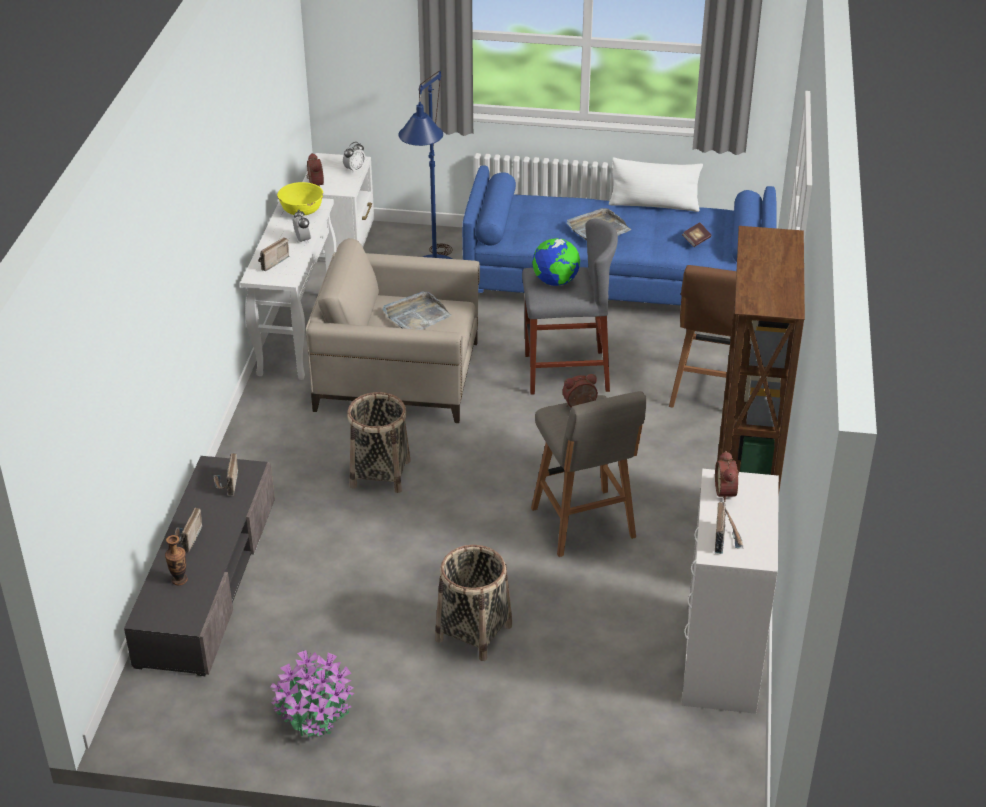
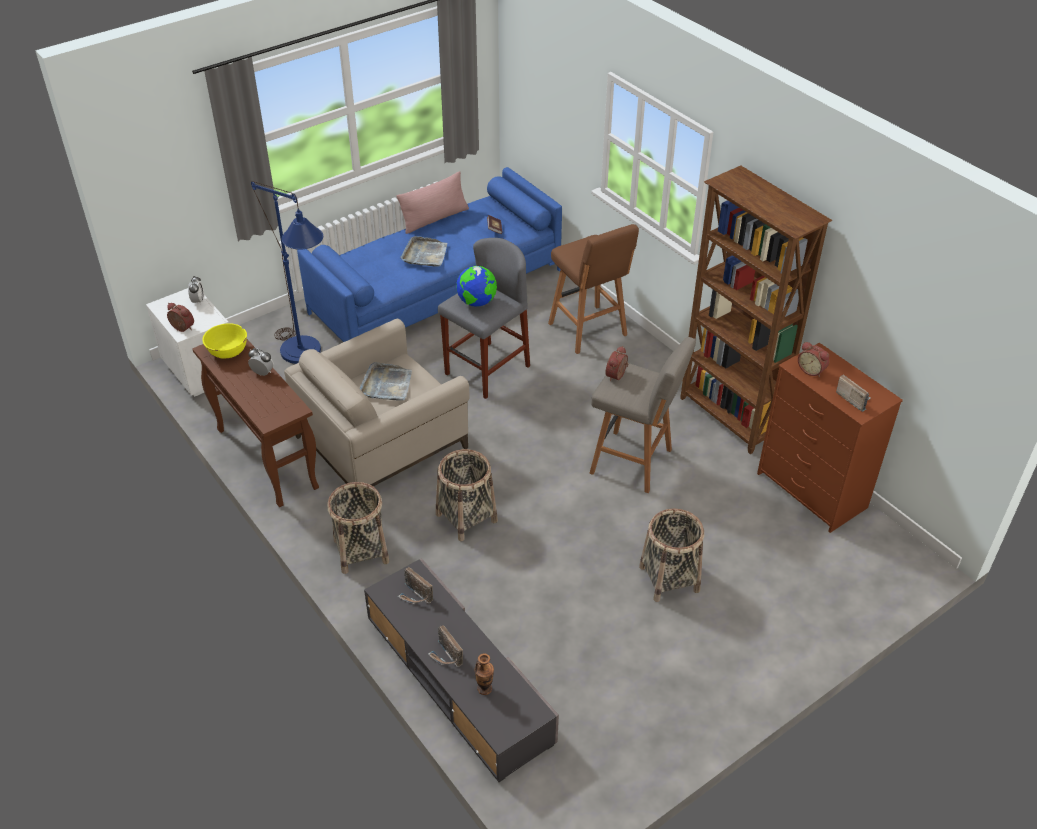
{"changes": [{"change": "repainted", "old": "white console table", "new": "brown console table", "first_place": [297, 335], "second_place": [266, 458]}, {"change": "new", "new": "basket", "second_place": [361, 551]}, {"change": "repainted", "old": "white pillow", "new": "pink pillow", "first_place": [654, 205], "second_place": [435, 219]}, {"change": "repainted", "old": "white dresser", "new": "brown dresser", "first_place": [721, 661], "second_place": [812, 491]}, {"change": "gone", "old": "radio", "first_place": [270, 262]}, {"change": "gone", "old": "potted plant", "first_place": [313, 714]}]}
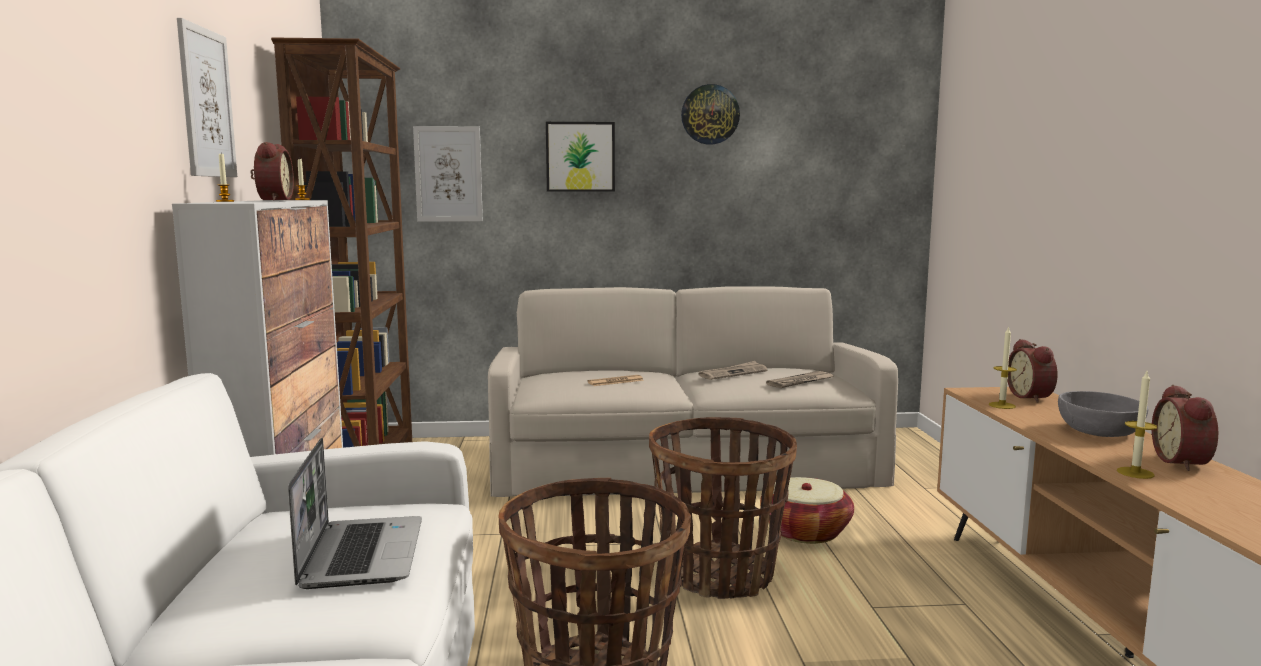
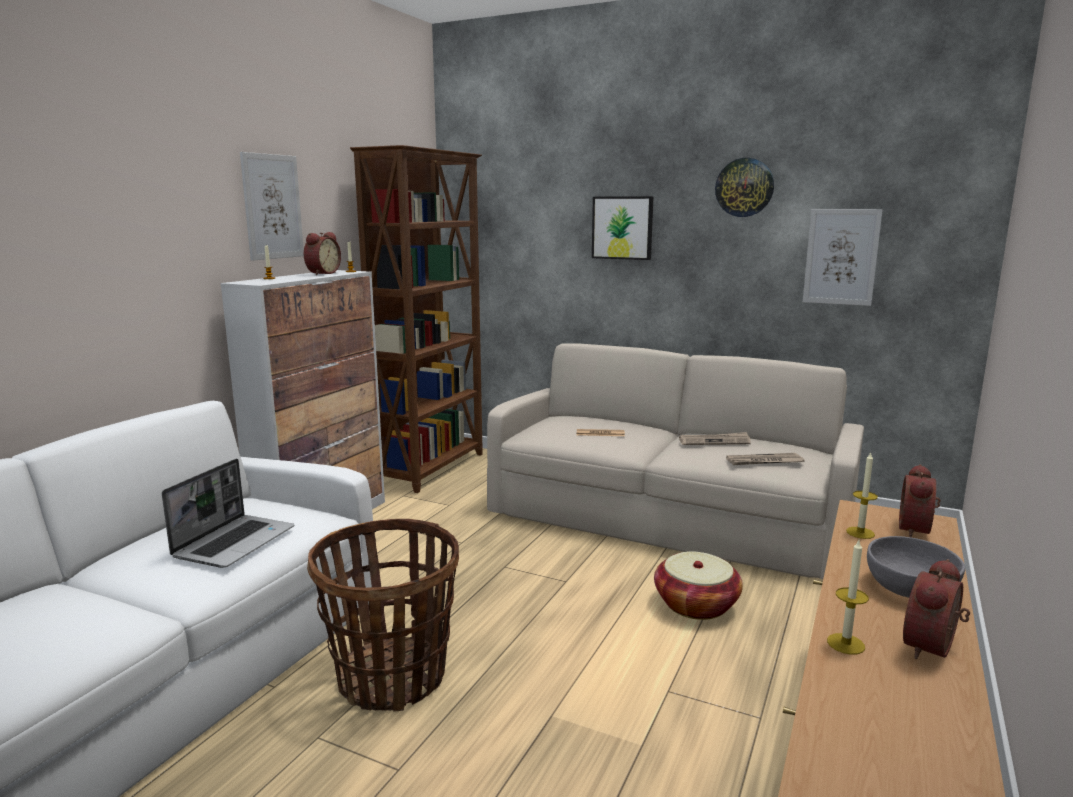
{"changes": [{"change": "shifted", "old": "picture", "first_place": [448, 174], "second_place": [841, 257]}, {"change": "gone", "old": "basket", "first_place": [719, 574]}]}
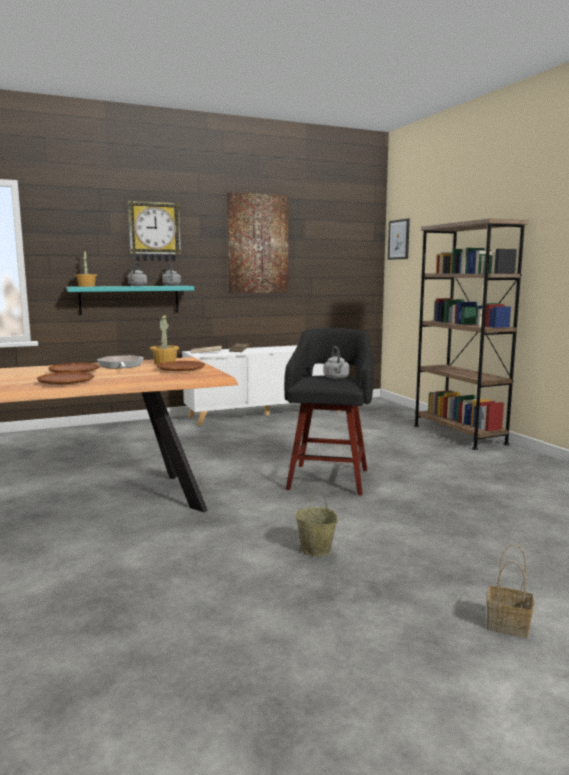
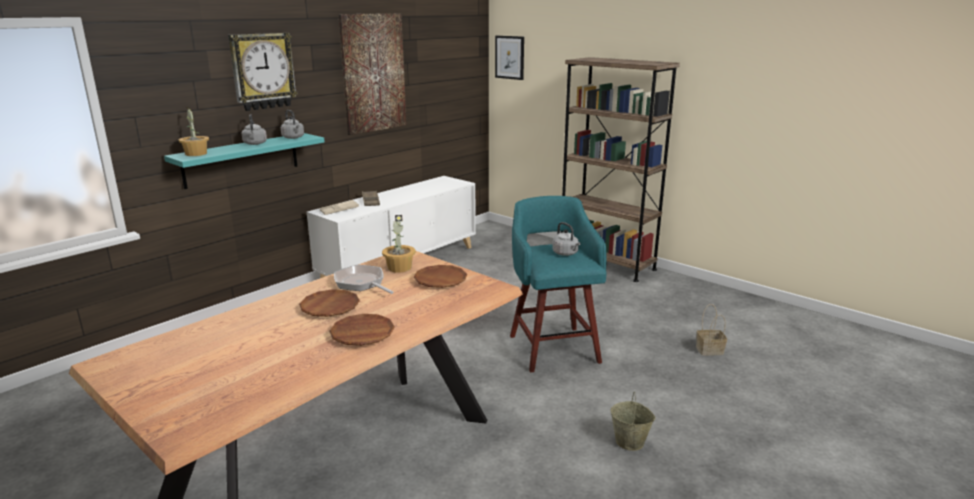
{"changes": [{"change": "repainted", "old": "black stool", "new": "turquoise stool", "first_place": [329, 478], "second_place": [553, 347]}, {"change": "shifted", "old": "basket", "first_place": [509, 625], "second_place": [710, 350]}]}
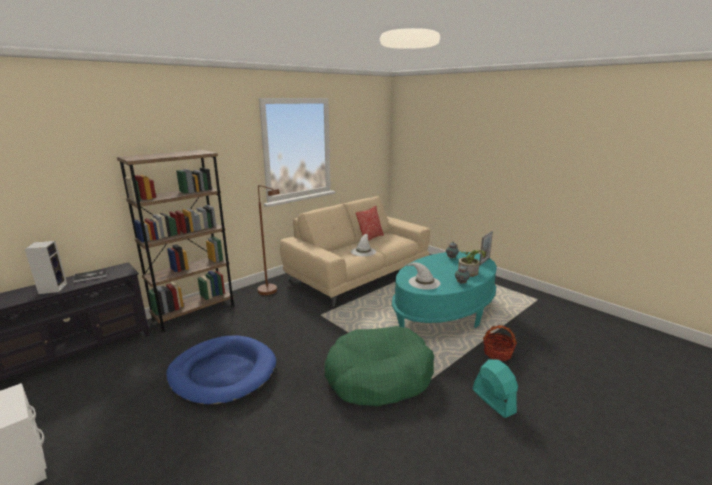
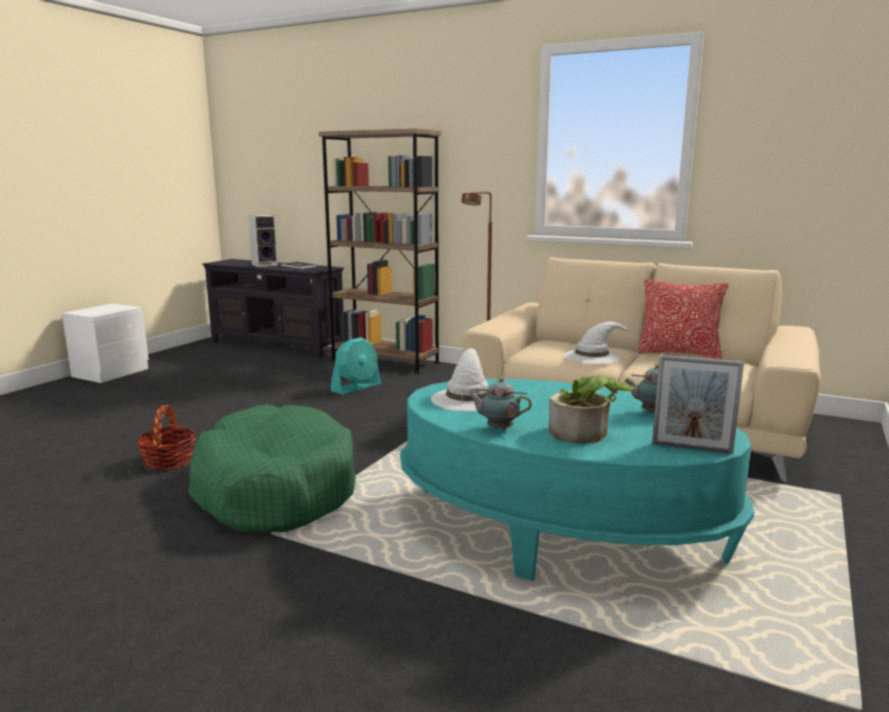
{"changes": [{"change": "shifted", "old": "basket", "first_place": [497, 353], "second_place": [169, 461]}, {"change": "shifted", "old": "turquoise fan", "first_place": [493, 400], "second_place": [356, 387]}, {"change": "gone", "old": "blue dog bed", "first_place": [223, 373]}]}
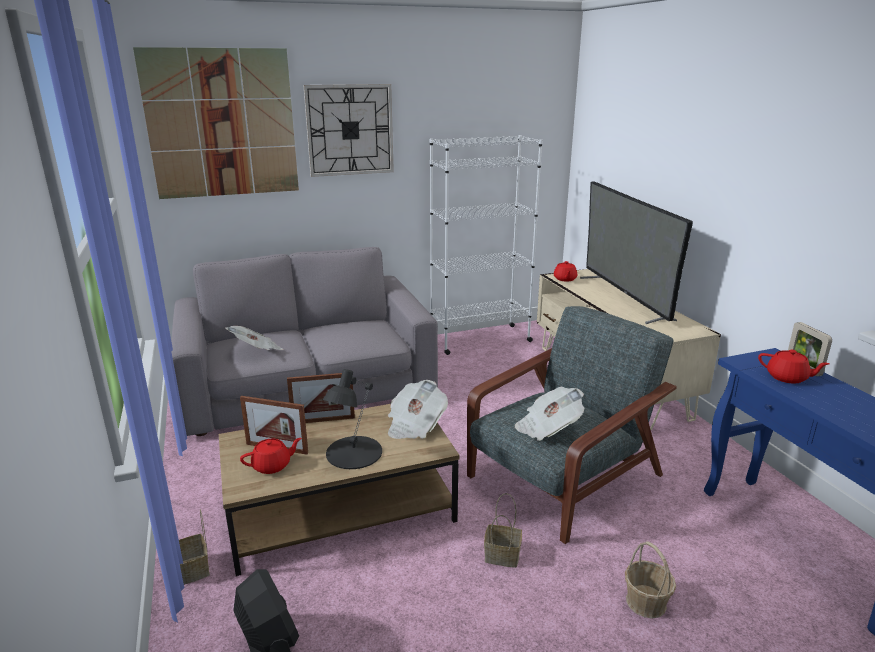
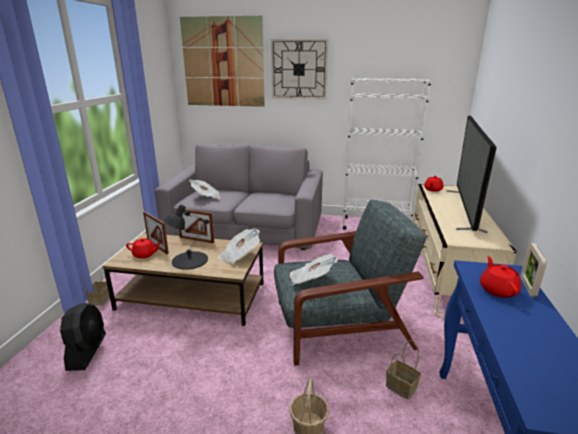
{"changes": [{"change": "shifted", "old": "basket", "first_place": [500, 556], "second_place": [400, 387]}, {"change": "rotated", "old": "red teapot", "first_place": [787, 378], "second_place": [498, 290], "degrees": -150}]}
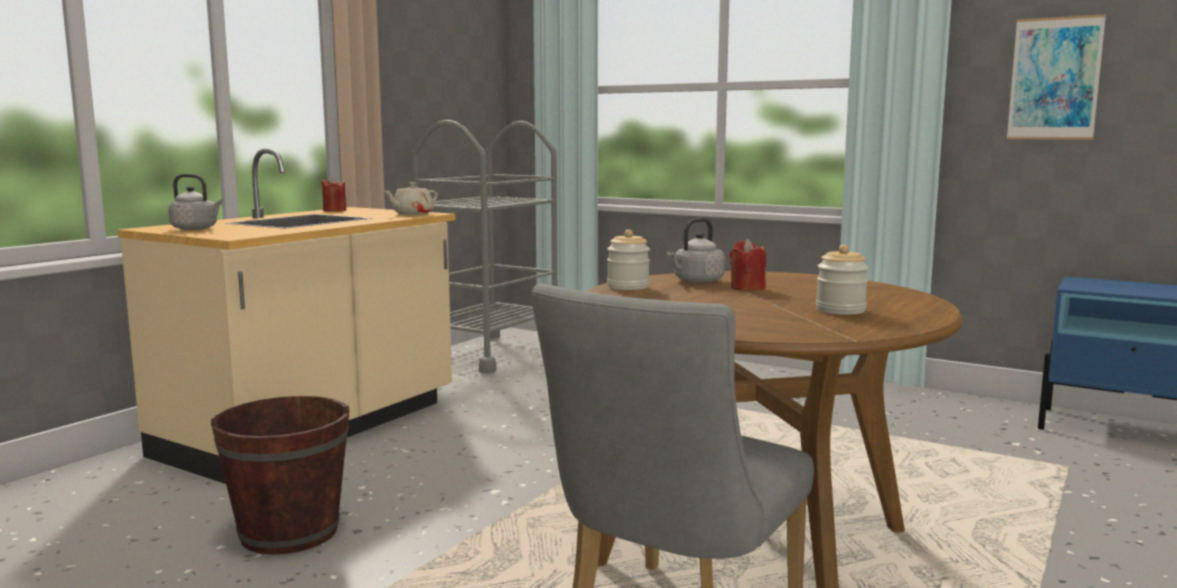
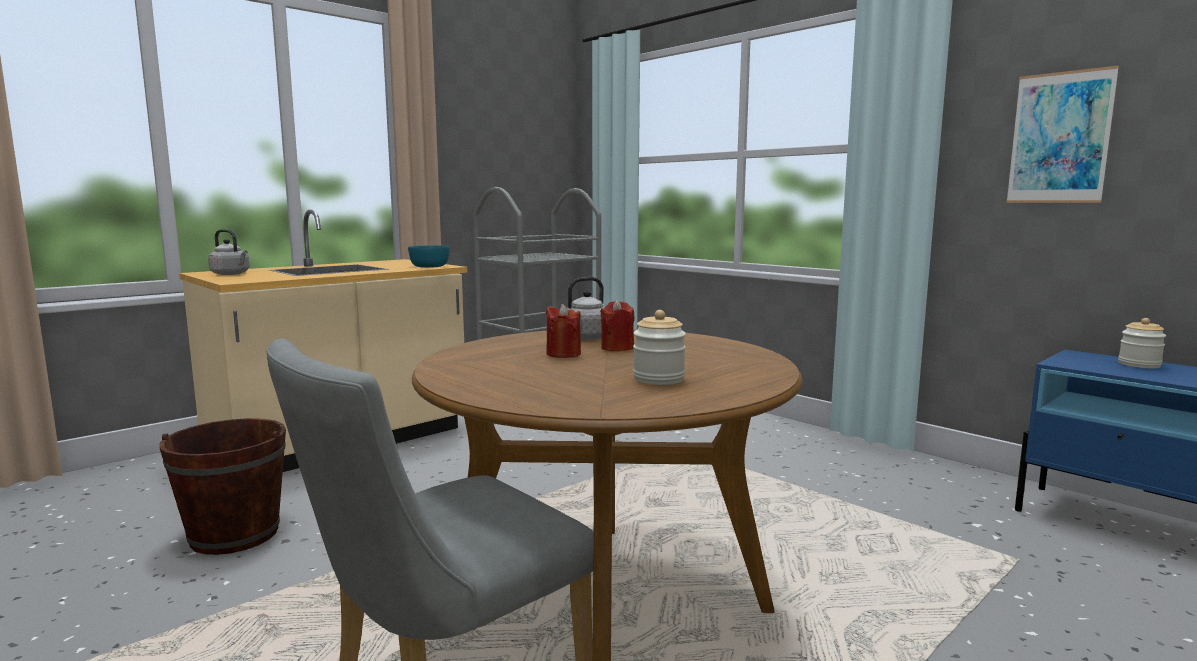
{"changes": [{"change": "swapped", "old": "beige teapot", "new": "turquoise bowl", "first_place": [412, 214], "second_place": [429, 266]}, {"change": "shifted", "old": "red candle", "first_place": [334, 210], "second_place": [563, 354]}, {"change": "shifted", "old": "jar", "first_place": [628, 286], "second_place": [1139, 365]}]}
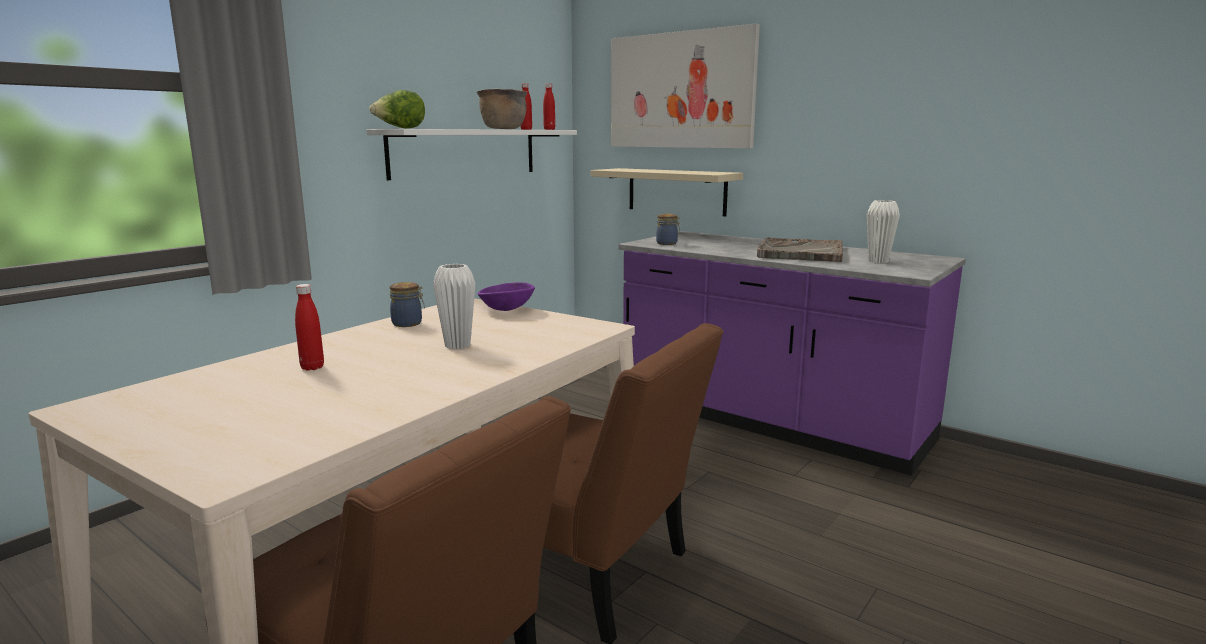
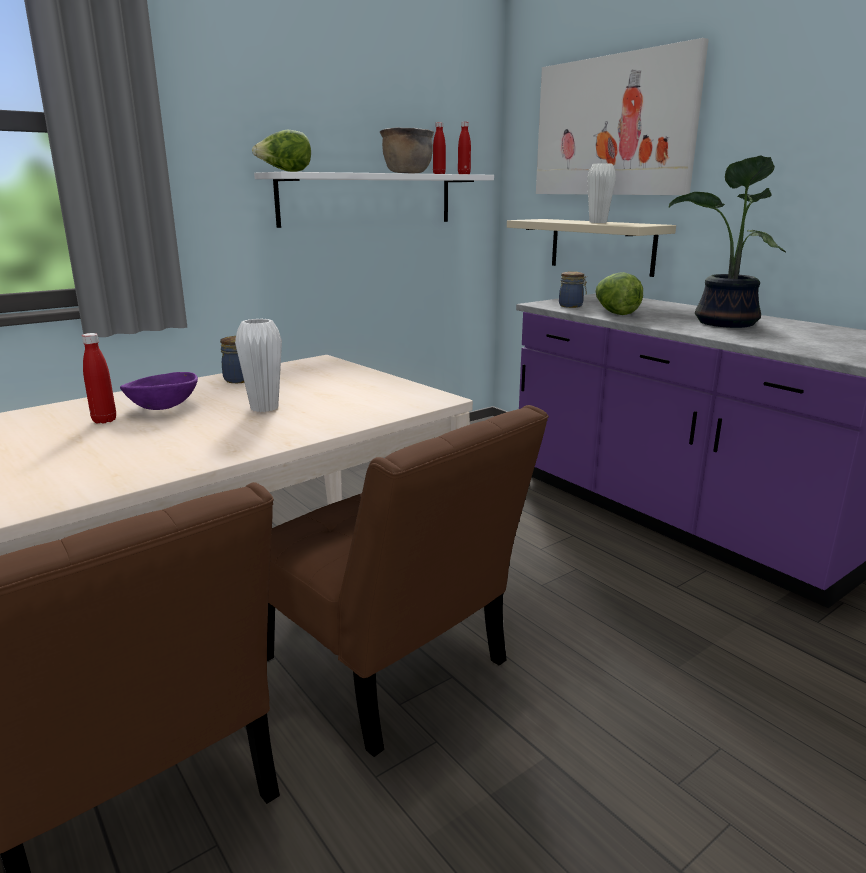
{"changes": [{"change": "shifted", "old": "purple bowl", "first_place": [506, 310], "second_place": [163, 408]}, {"change": "shifted", "old": "white vase", "first_place": [878, 261], "second_place": [598, 222]}, {"change": "new", "new": "lettuce", "second_place": [615, 313]}, {"change": "swapped", "old": "grey tray", "new": "potted plant", "first_place": [800, 252], "second_place": [723, 323]}]}
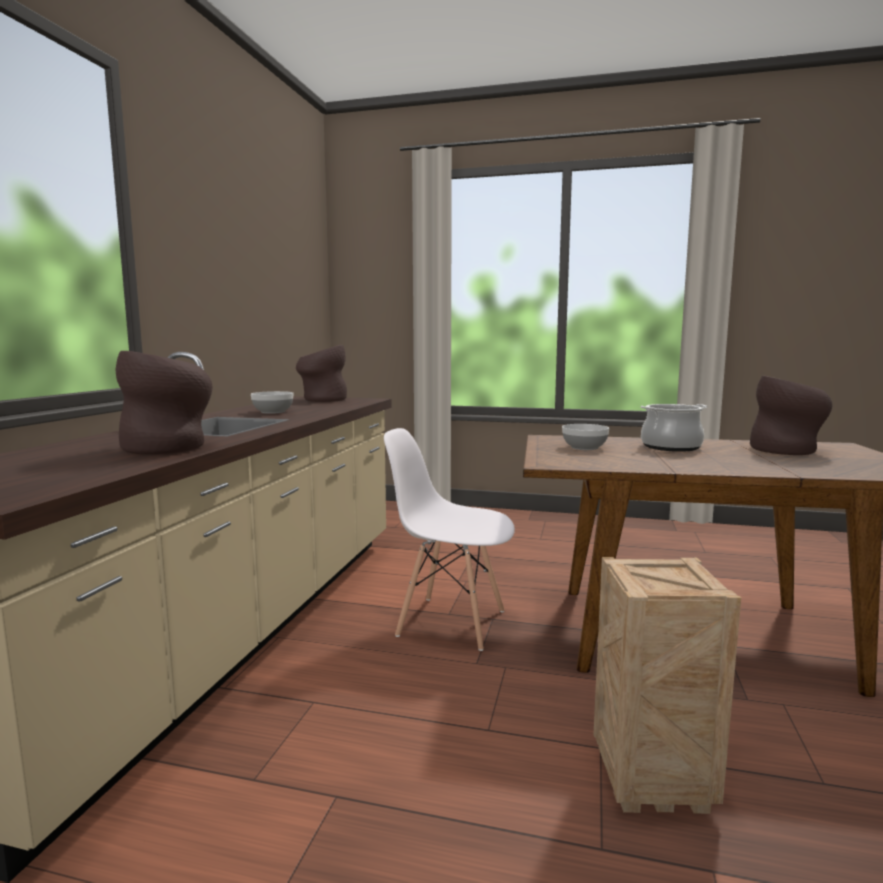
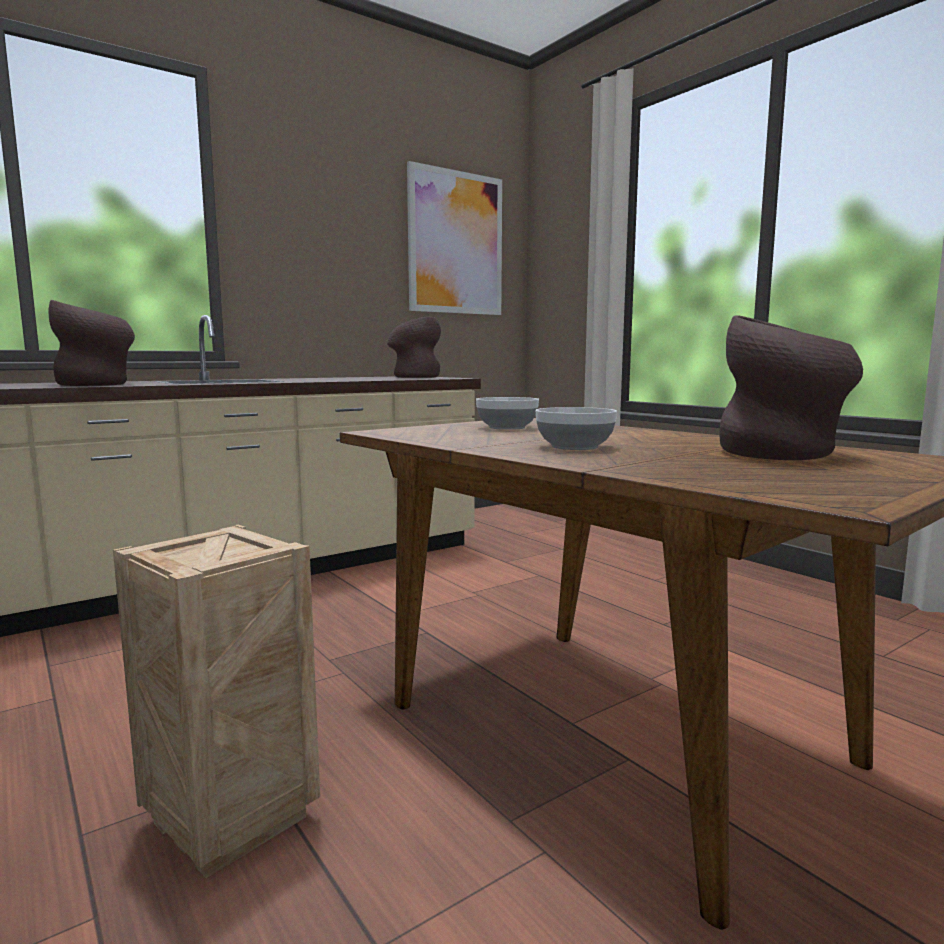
{"changes": [{"change": "new", "new": "picture", "second_place": [455, 243]}, {"change": "shifted", "old": "bowl", "first_place": [273, 412], "second_place": [576, 447]}, {"change": "gone", "old": "white chair", "first_place": [450, 622]}, {"change": "gone", "old": "cooking pot", "first_place": [671, 447]}]}
